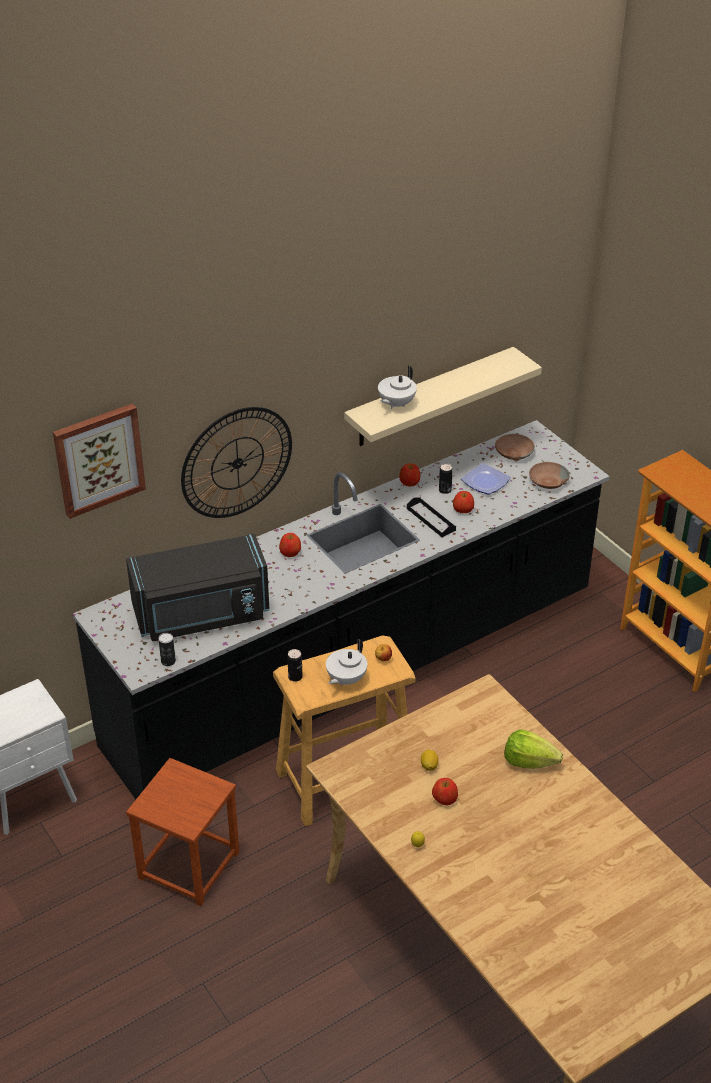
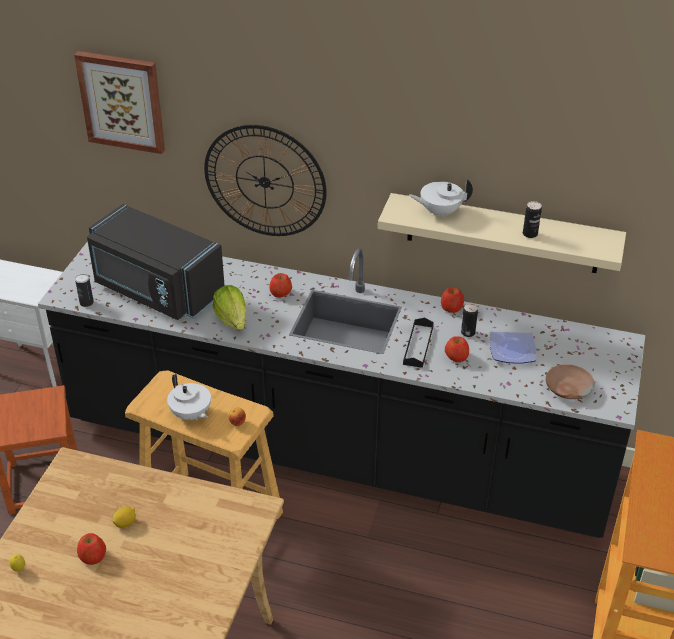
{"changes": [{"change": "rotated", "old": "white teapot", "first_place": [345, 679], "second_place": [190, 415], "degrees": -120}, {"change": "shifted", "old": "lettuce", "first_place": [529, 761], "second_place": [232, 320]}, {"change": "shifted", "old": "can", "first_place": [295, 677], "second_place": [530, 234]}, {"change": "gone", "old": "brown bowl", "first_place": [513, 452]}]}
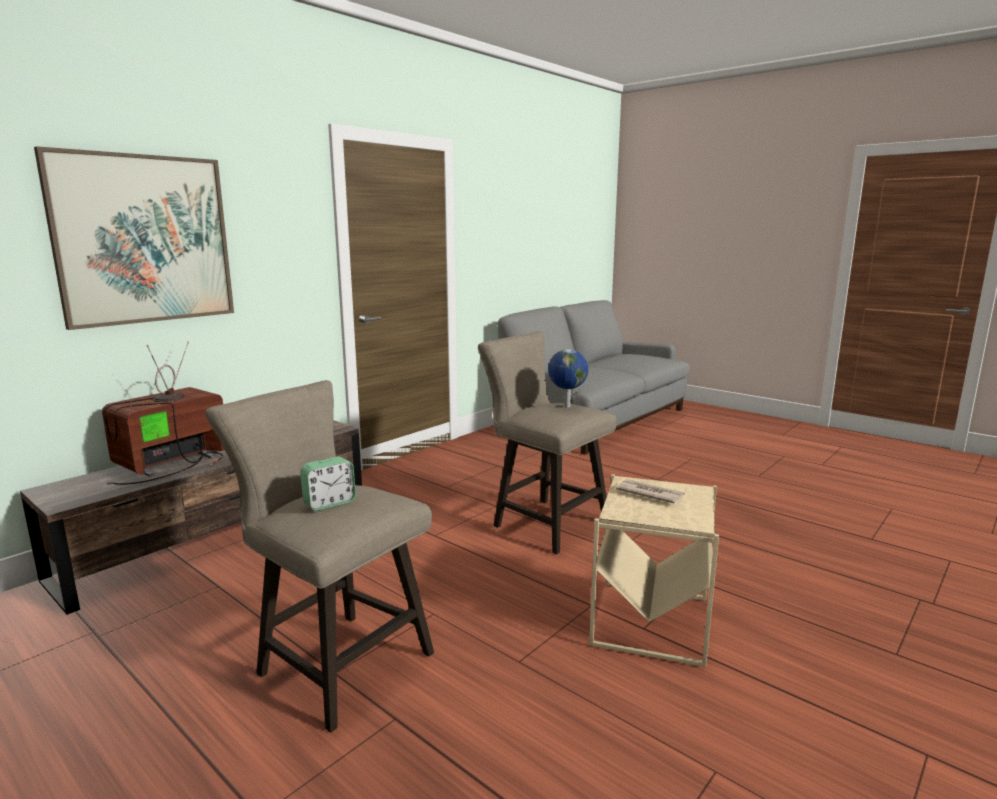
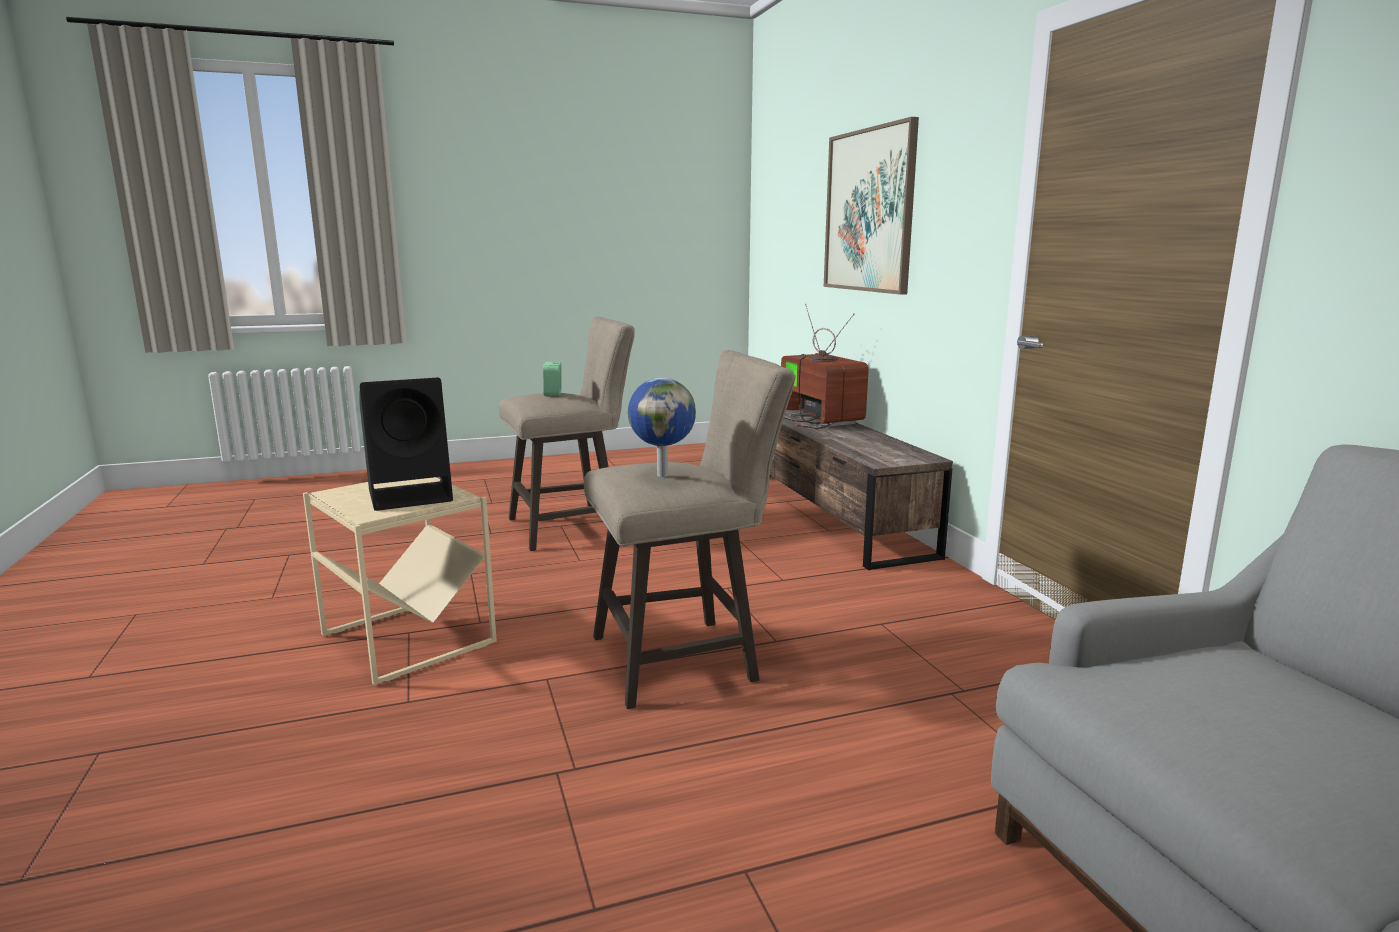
{"changes": [{"change": "swapped", "old": "newspaper", "new": "black speaker", "first_place": [649, 494], "second_place": [413, 495]}]}
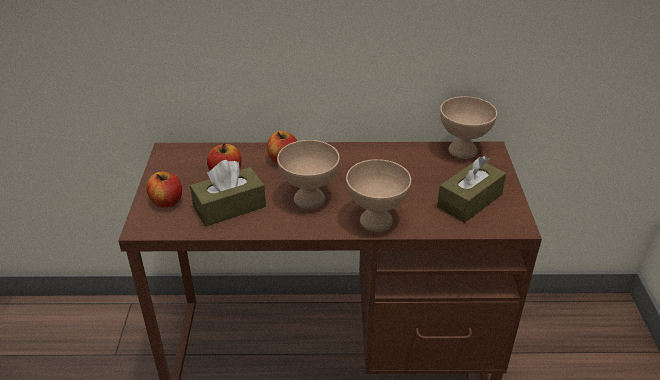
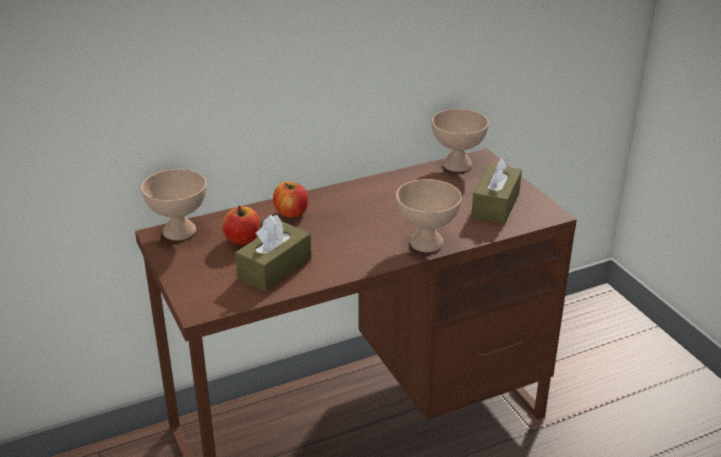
{"changes": [{"change": "shifted", "old": "beige bowl", "first_place": [309, 199], "second_place": [179, 231]}, {"change": "gone", "old": "apple", "first_place": [167, 201]}]}
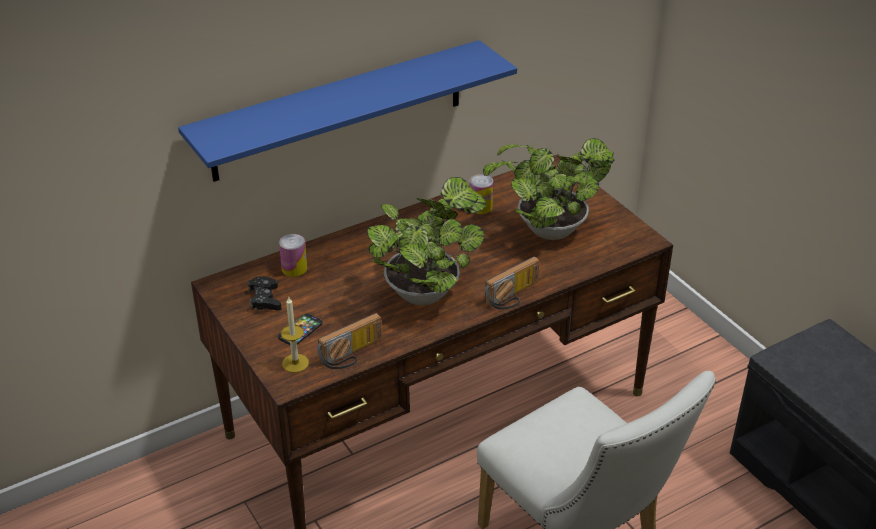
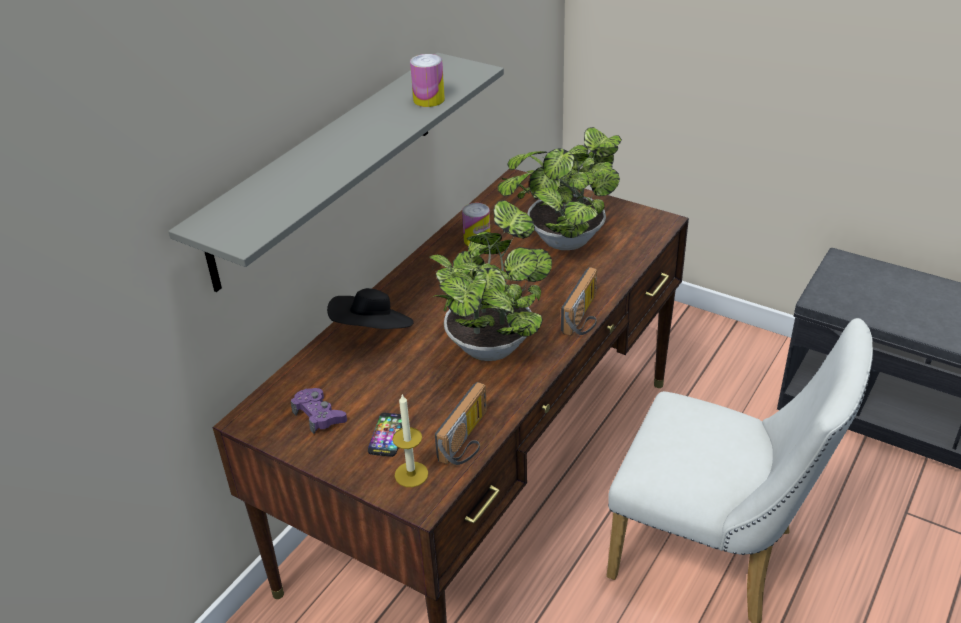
{"changes": [{"change": "repainted", "old": "blue shelf", "new": "grey shelf", "first_place": [339, 111], "second_place": [326, 167]}, {"change": "repainted", "old": "black game controller", "new": "purple game controller", "first_place": [265, 299], "second_place": [319, 415]}, {"change": "new", "new": "black hat", "second_place": [373, 331]}, {"change": "shifted", "old": "can", "first_place": [294, 268], "second_place": [429, 99]}]}
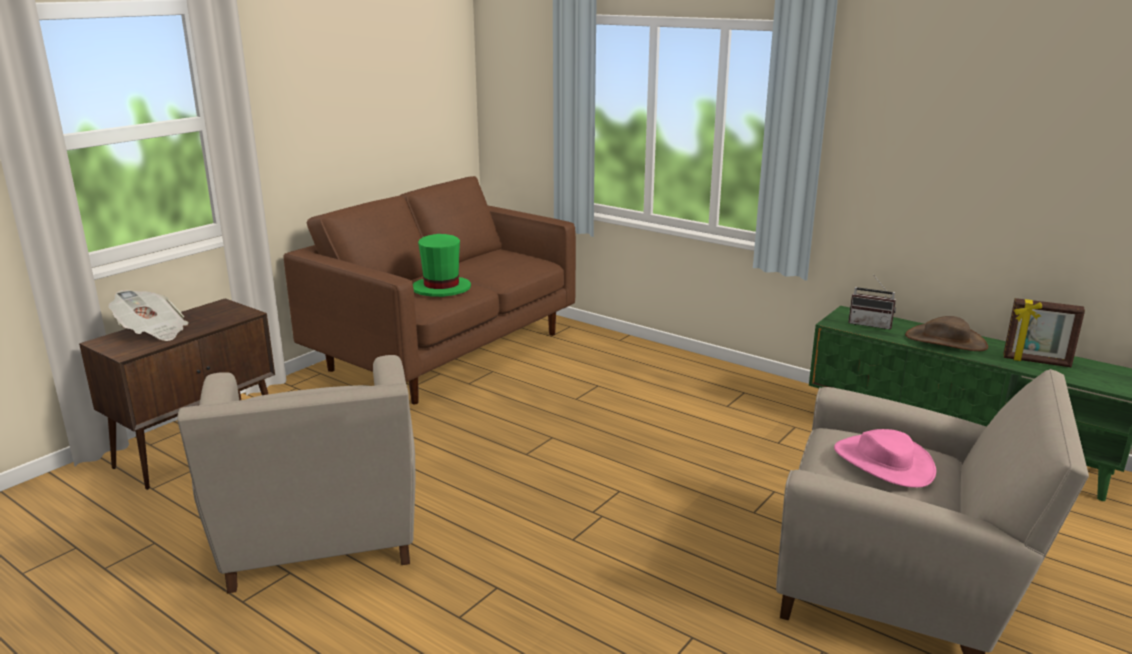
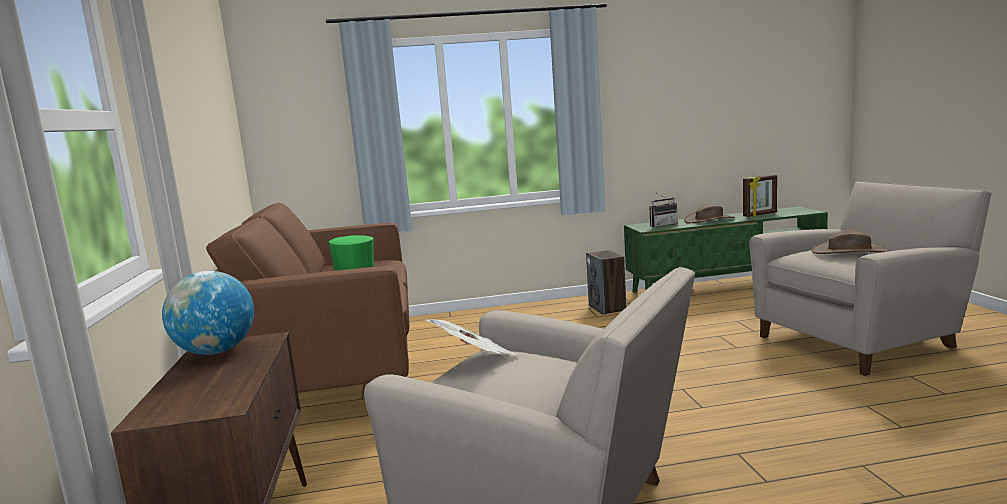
{"changes": [{"change": "new", "new": "globe", "second_place": [216, 352]}, {"change": "shifted", "old": "newspaper", "first_place": [152, 332], "second_place": [474, 359]}, {"change": "new", "new": "speaker", "second_place": [607, 308]}, {"change": "repainted", "old": "pink hat", "new": "brown hat", "first_place": [883, 462], "second_place": [849, 251]}]}
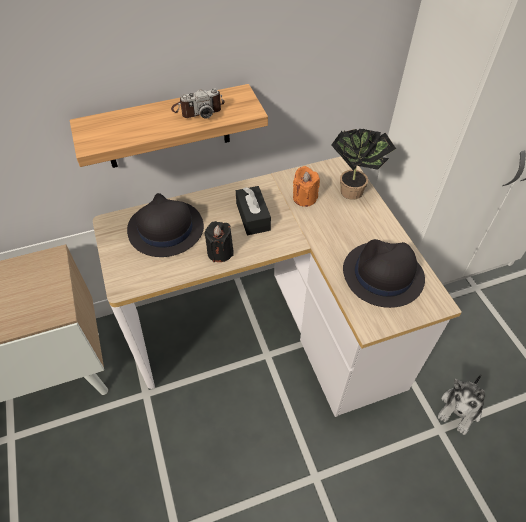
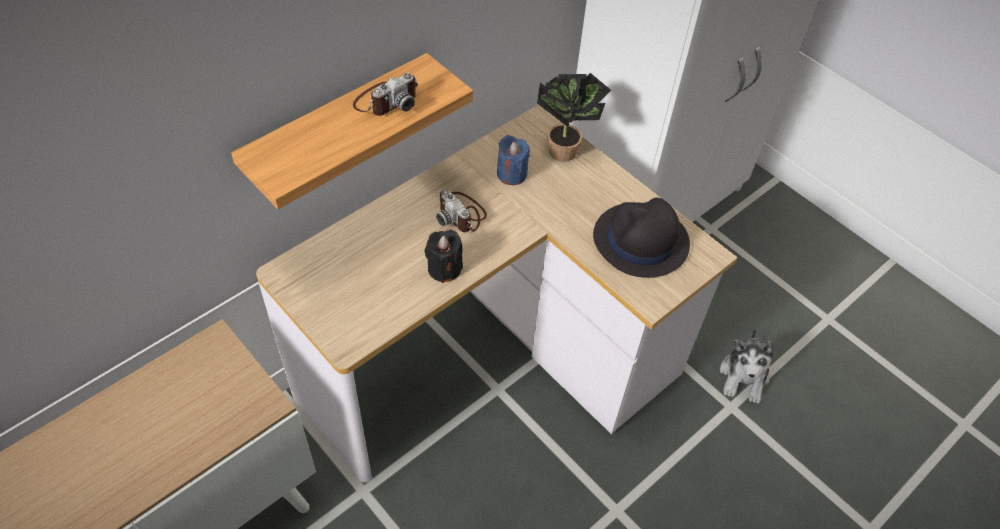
{"changes": [{"change": "swapped", "old": "black tissue box", "new": "photo camera", "first_place": [253, 217], "second_place": [461, 214]}, {"change": "repainted", "old": "orange candle", "new": "blue candle", "first_place": [304, 198], "second_place": [512, 174]}, {"change": "gone", "old": "black hat", "first_place": [165, 229]}]}
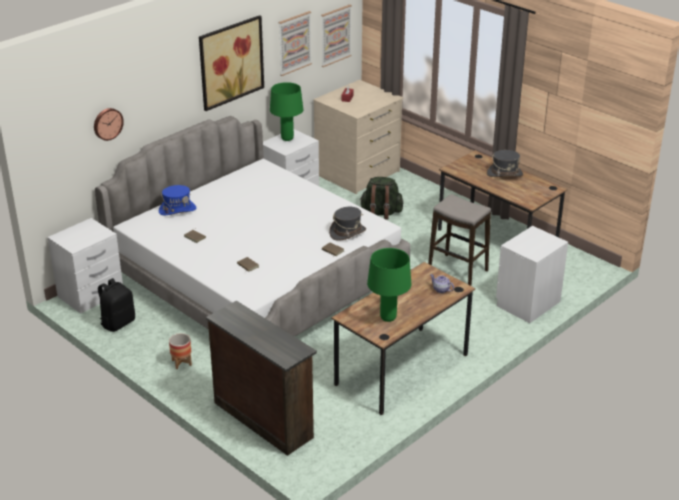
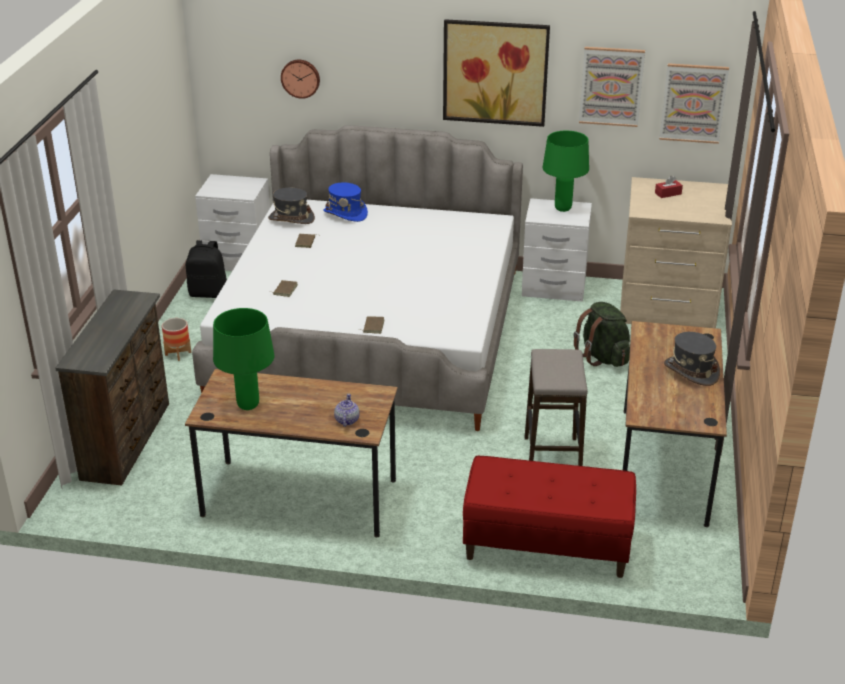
{"changes": [{"change": "shifted", "old": "grey hat", "first_place": [347, 232], "second_place": [291, 218]}, {"change": "swapped", "old": "white nightstand", "new": "red bench", "first_place": [527, 303], "second_place": [546, 546]}]}
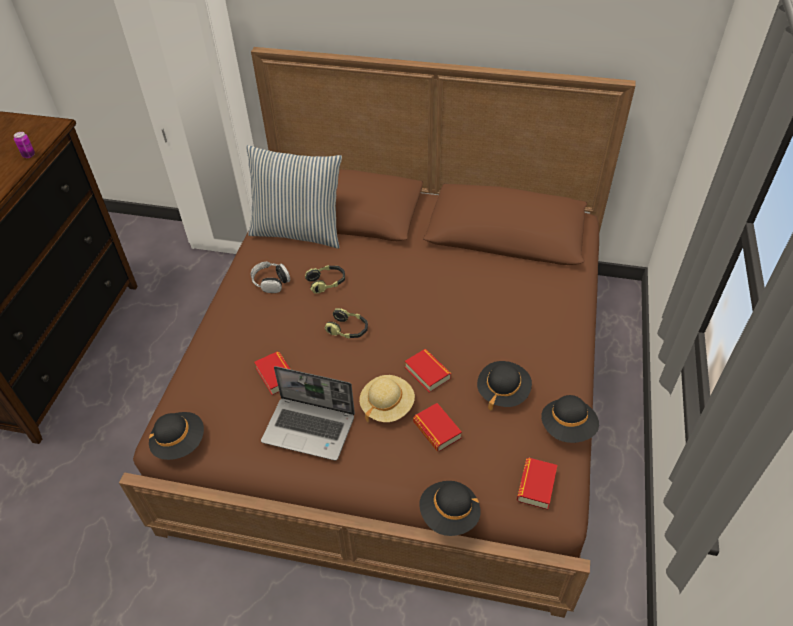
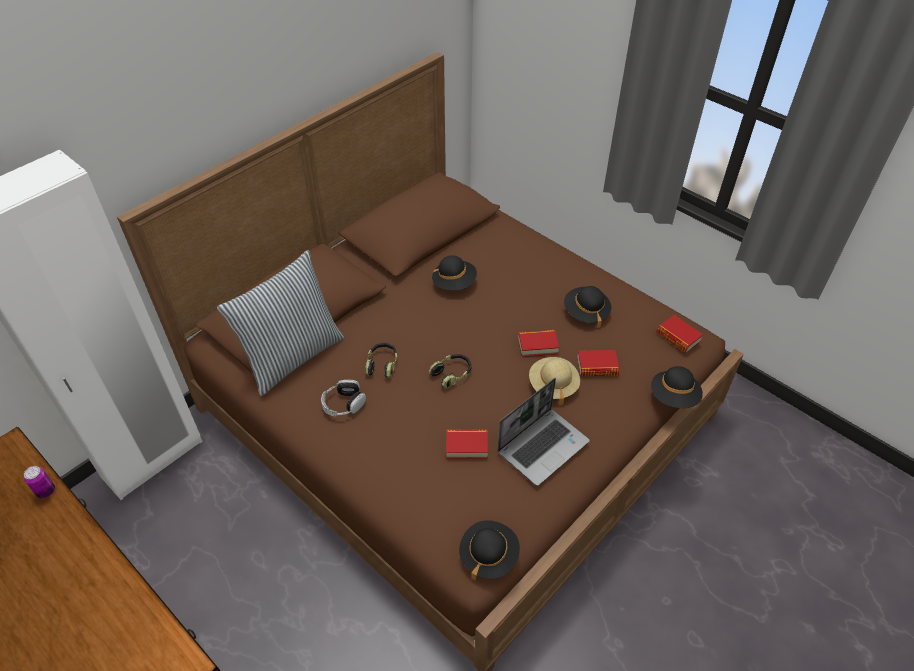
{"changes": [{"change": "shifted", "old": "black hat", "first_place": [568, 428], "second_place": [454, 283]}]}
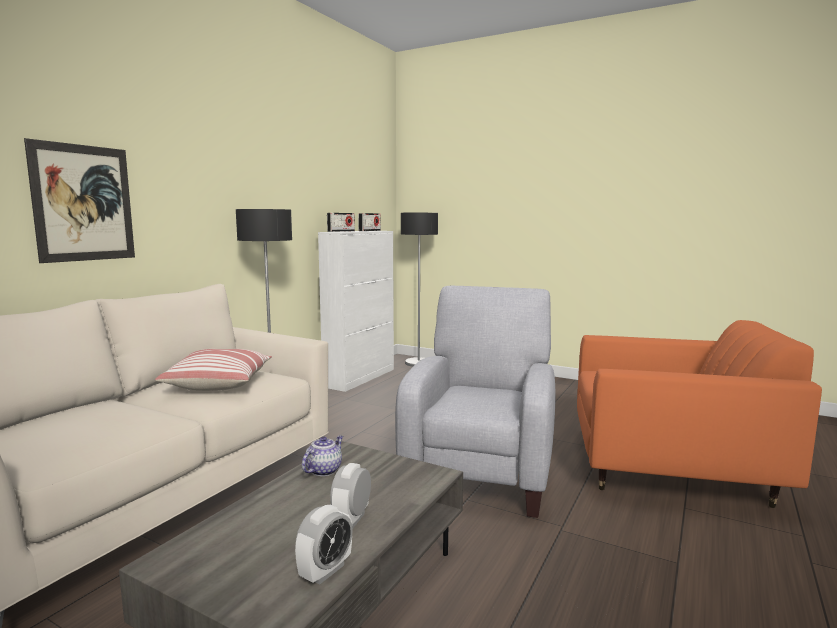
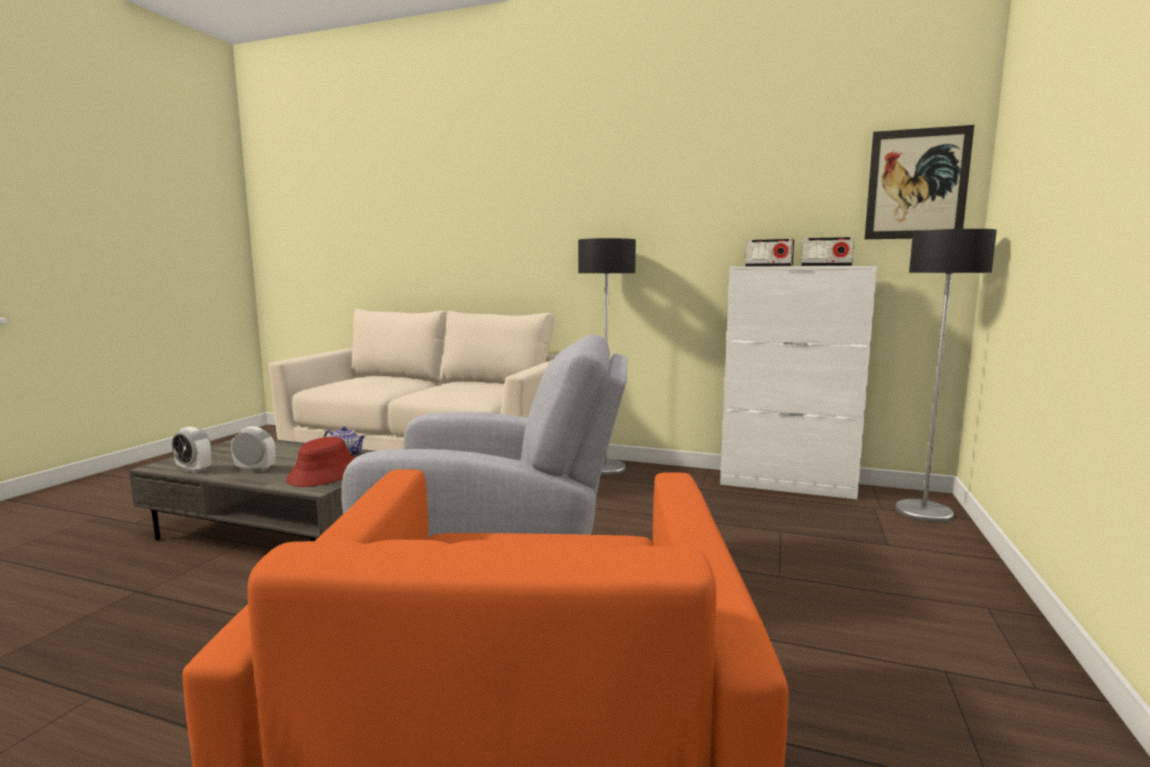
{"changes": [{"change": "new", "new": "red hat", "second_place": [325, 473]}, {"change": "shifted", "old": "picture", "first_place": [84, 203], "second_place": [917, 184]}, {"change": "gone", "old": "pillow", "first_place": [219, 383]}]}
